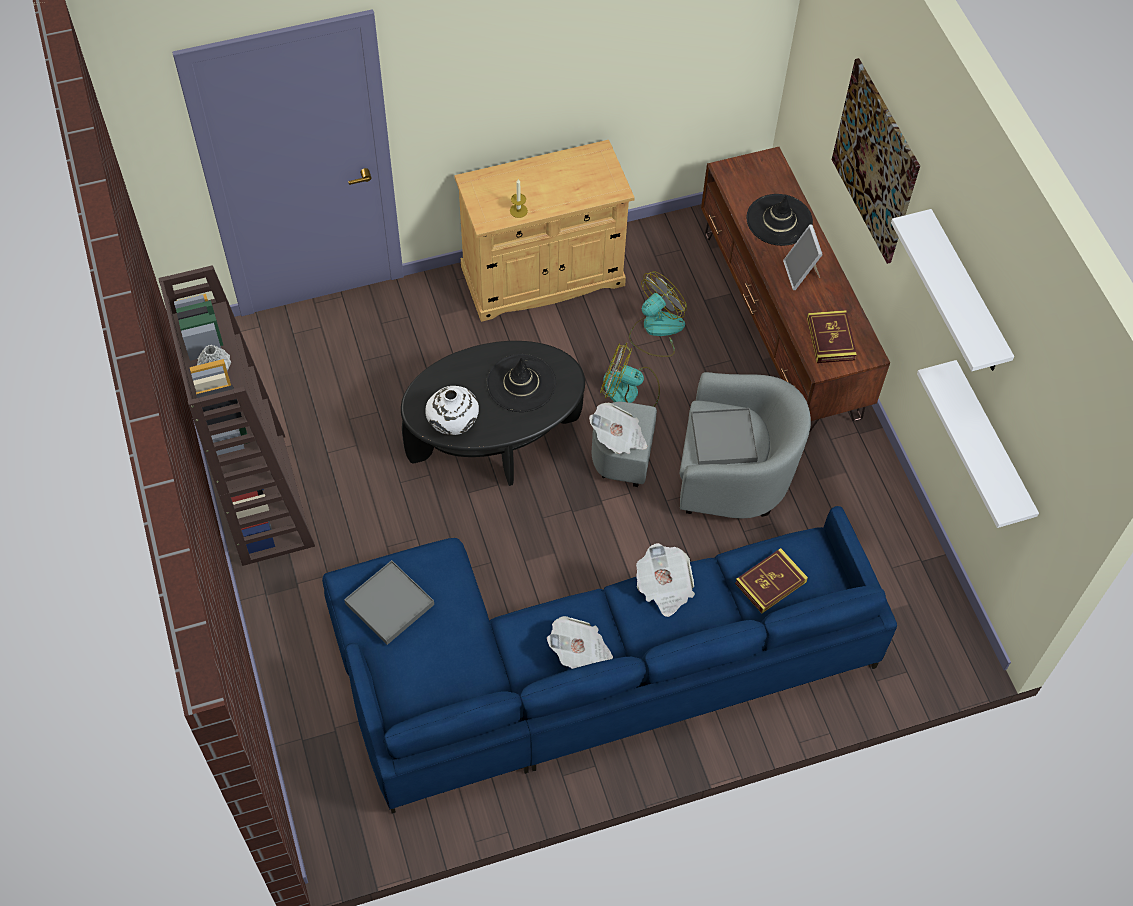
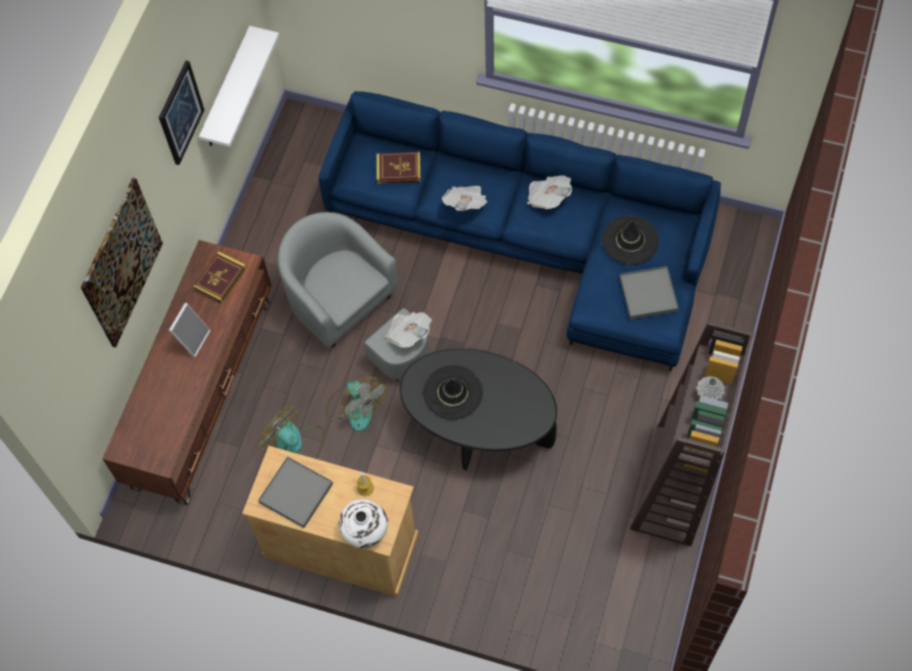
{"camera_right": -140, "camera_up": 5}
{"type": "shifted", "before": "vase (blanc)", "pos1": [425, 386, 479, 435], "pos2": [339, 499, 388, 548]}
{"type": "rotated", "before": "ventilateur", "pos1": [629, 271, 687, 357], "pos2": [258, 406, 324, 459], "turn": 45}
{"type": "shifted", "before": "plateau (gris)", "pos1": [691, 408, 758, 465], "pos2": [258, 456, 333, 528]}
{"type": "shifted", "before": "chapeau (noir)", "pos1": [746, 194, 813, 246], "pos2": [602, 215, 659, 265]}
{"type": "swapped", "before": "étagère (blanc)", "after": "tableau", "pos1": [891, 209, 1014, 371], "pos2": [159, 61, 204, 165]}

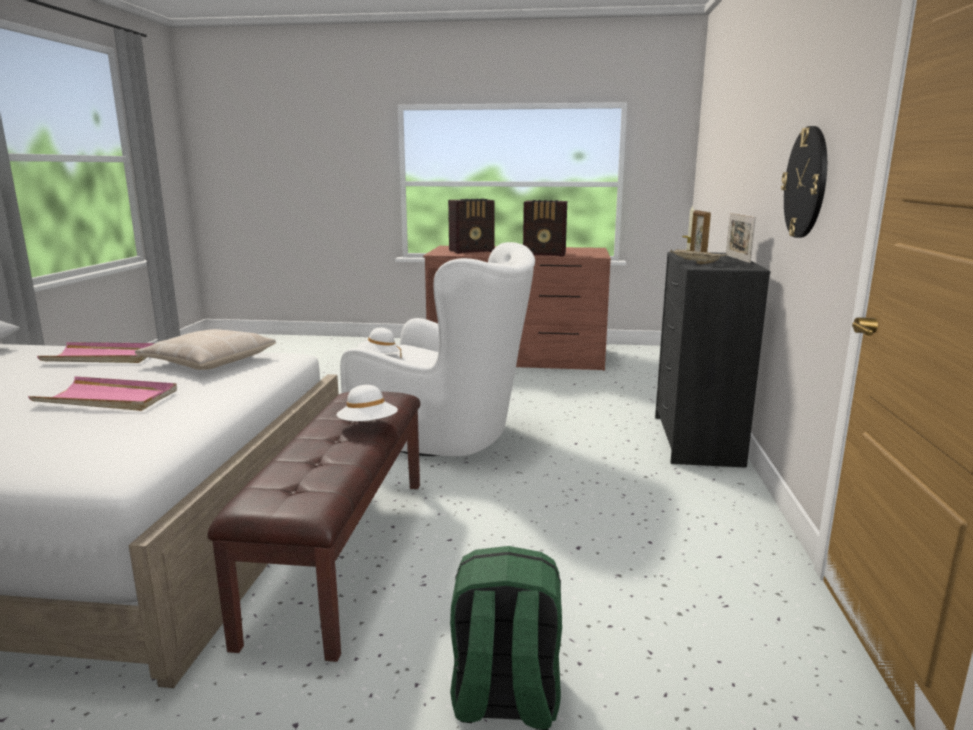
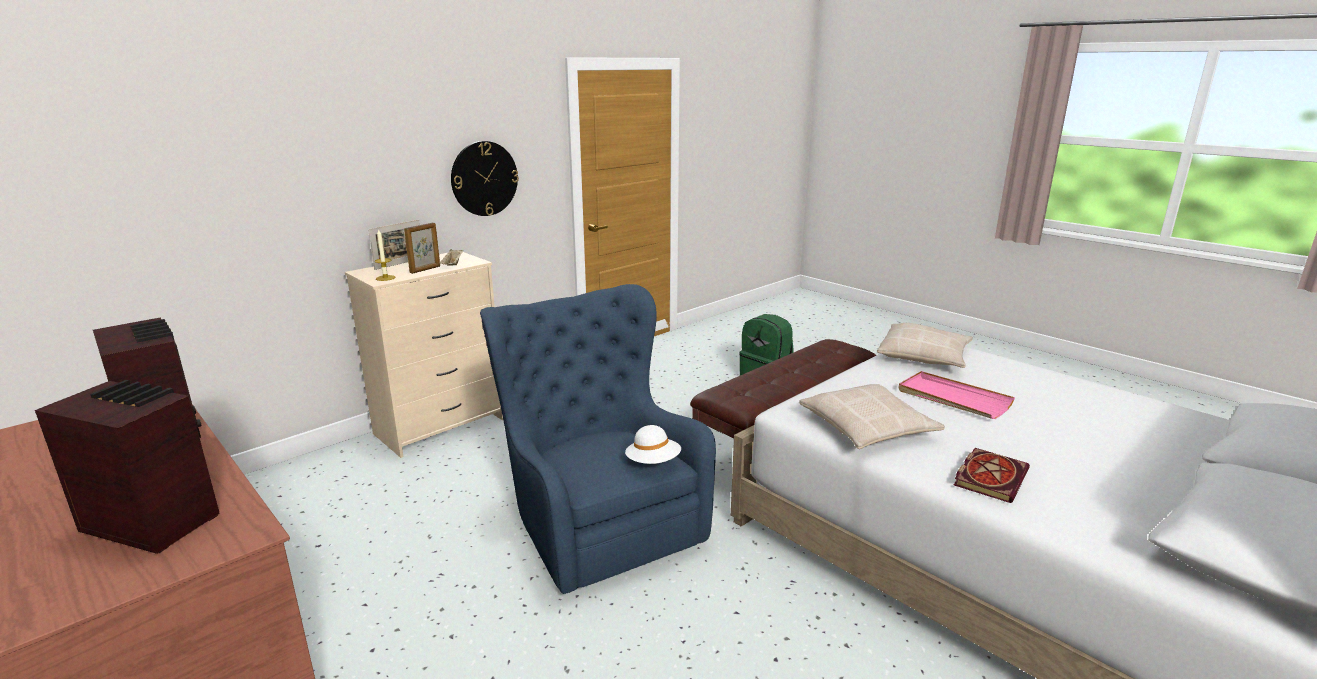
{"camera_right": -140, "camera_up": 5}
{"type": "swapped", "before": "plateau (rose)", "after": "livre", "pos1": [37, 342, 155, 363], "pos2": [954, 448, 1030, 503]}
{"type": "gone", "before": "chapeau (blanc)", "pos1": [337, 385, 398, 421]}
{"type": "repainted", "before": "fauteuil (blanc)", "after": "fauteuil (bleu)", "pos1": [340, 242, 535, 456], "pos2": [480, 284, 716, 594]}
{"type": "repainted", "before": "commode (noir)", "after": "commode (beige)", "pos1": [655, 252, 770, 468], "pos2": [345, 252, 503, 458]}
{"type": "new", "after": "coussin (beige)", "pos2": [877, 323, 973, 368]}

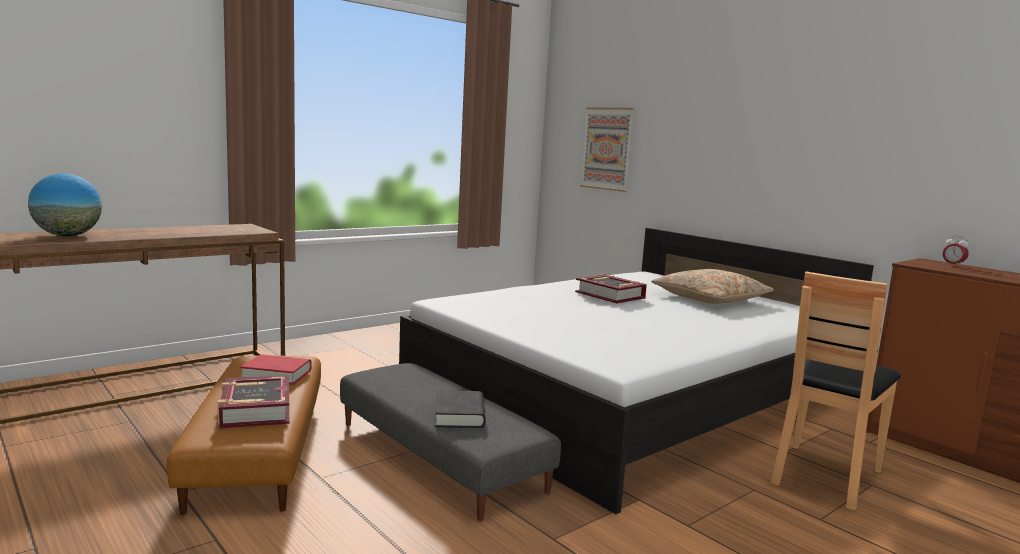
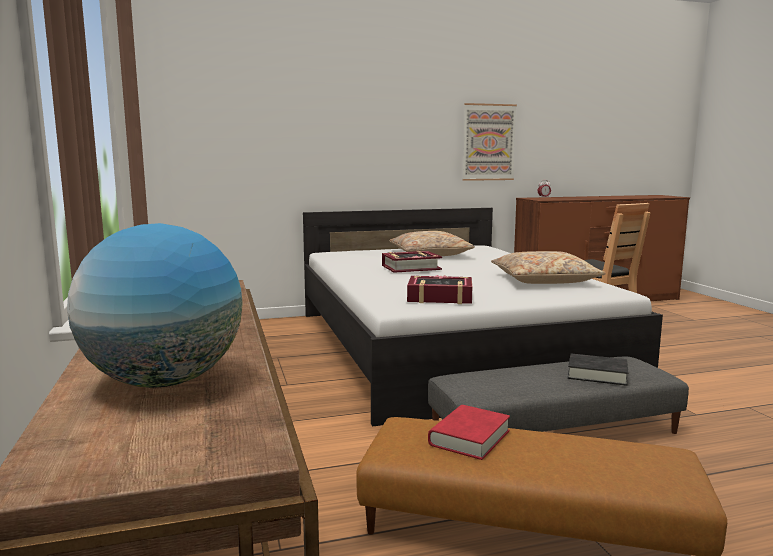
{"camera_right": -65, "camera_up": 0}
{"type": "shifted", "before": "livre", "pos1": [218, 375, 289, 429], "pos2": [407, 275, 472, 304]}
{"type": "shifted", "before": "tableau", "pos1": [580, 107, 634, 192], "pos2": [462, 103, 517, 181]}
{"type": "new", "after": "coussin (beige)", "pos2": [491, 251, 606, 284]}

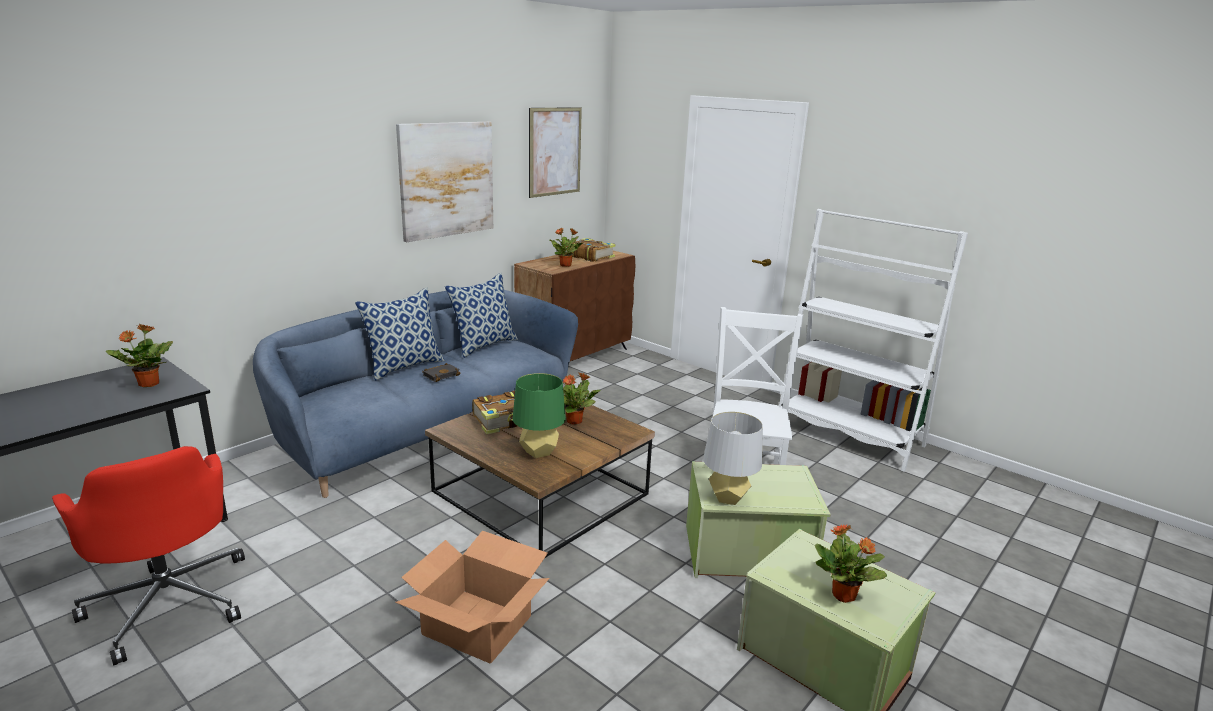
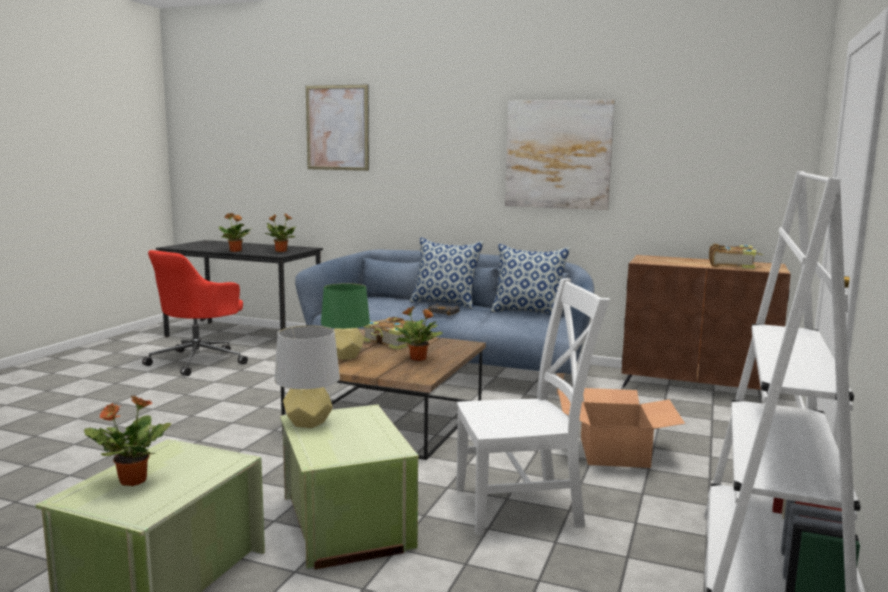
{"camera_right": 70, "camera_up": -10}
{"type": "shifted", "before": "carton", "pos1": [395, 531, 550, 664], "pos2": [558, 388, 685, 468]}
{"type": "shifted", "before": "tableau", "pos1": [529, 107, 582, 198], "pos2": [306, 84, 369, 171]}
{"type": "shifted", "before": "plante en pot", "pos1": [549, 228, 583, 267], "pos2": [219, 213, 252, 252]}

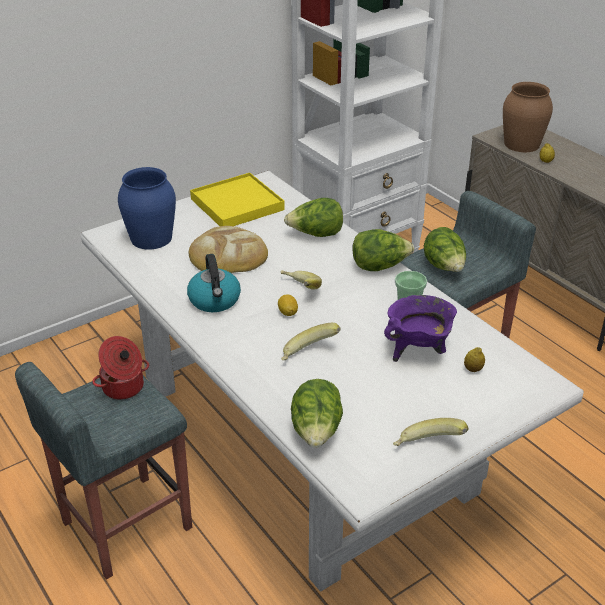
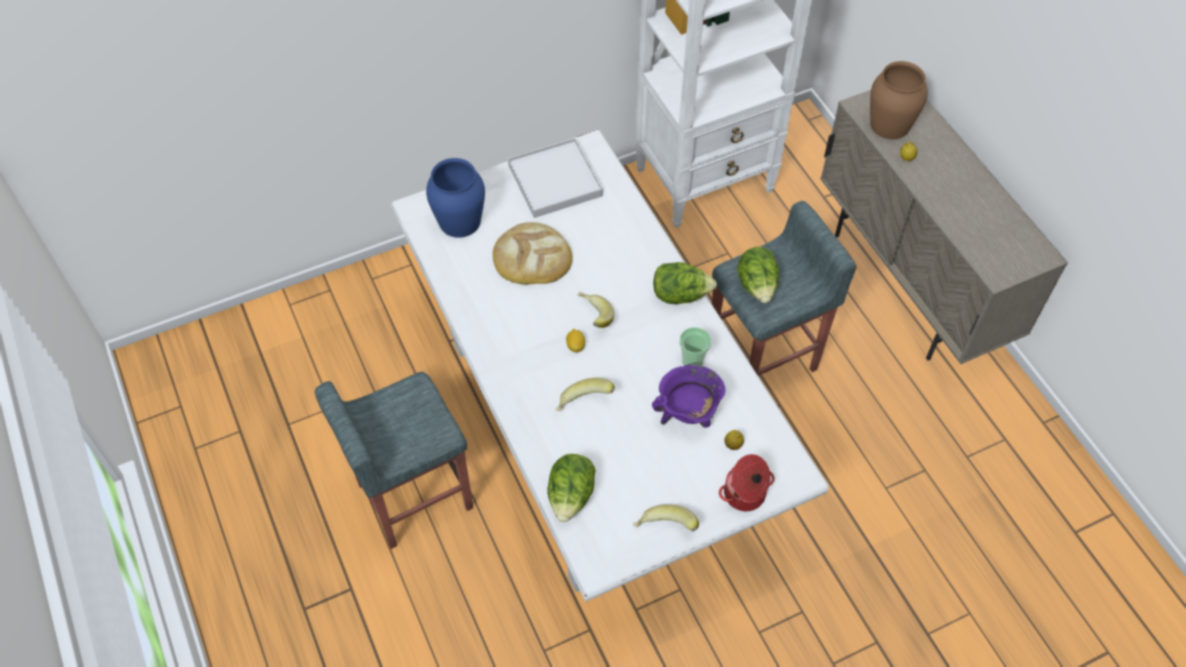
{"camera_right": 10, "camera_up": 20}
{"type": "shifted", "before": "marmite", "pos1": [92, 336, 149, 400], "pos2": [719, 454, 775, 511]}
{"type": "gone", "before": "bouilloire", "pos1": [187, 254, 241, 312]}
{"type": "repainted", "before": "plateau (jaune)", "after": "plateau (blanc)", "pos1": [190, 173, 285, 226], "pos2": [508, 138, 603, 218]}
{"type": "gone", "before": "laitue", "pos1": [284, 198, 343, 237]}

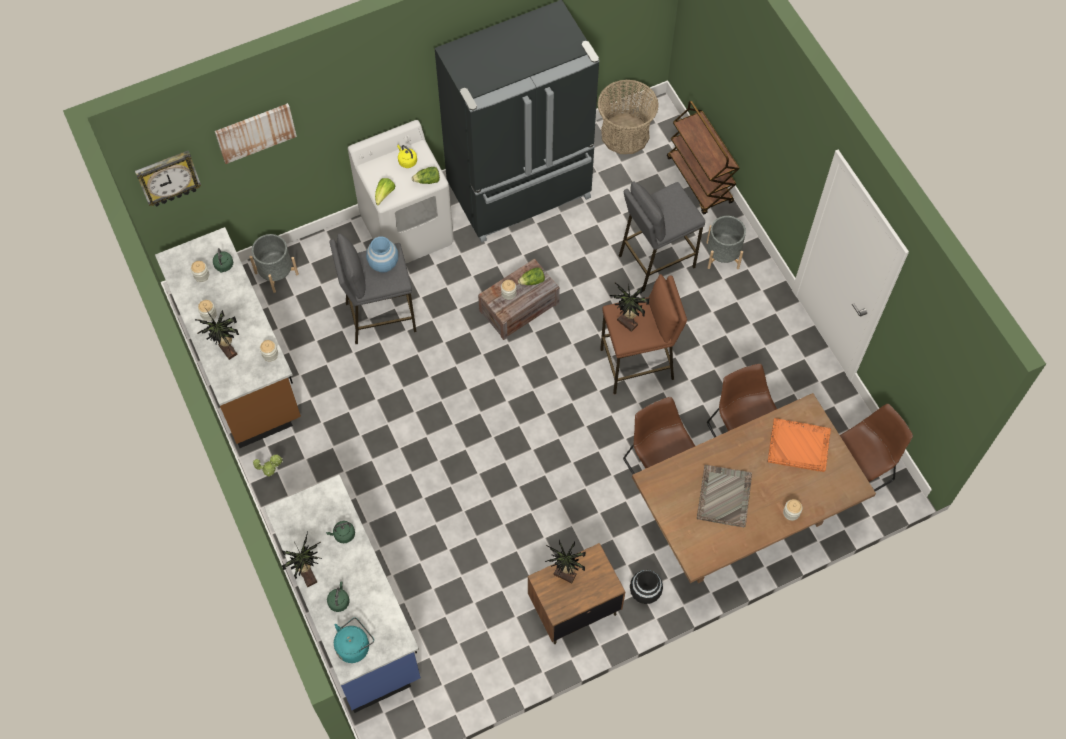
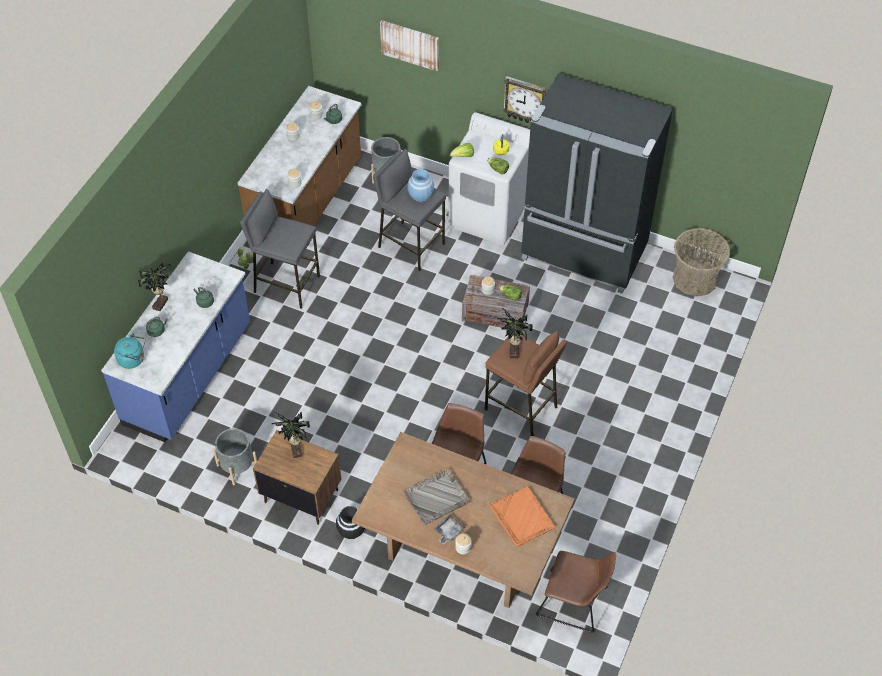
{"camera_right": 50, "camera_up": -10}
{"type": "shifted", "before": "horloge murale", "pos1": [135, 151, 201, 207], "pos2": [503, 76, 549, 123]}
{"type": "gone", "before": "plante en pot", "pos1": [195, 308, 239, 360]}
{"type": "shifted", "before": "tabouret (gris)", "pos1": [619, 182, 705, 292], "pos2": [240, 189, 320, 309]}
{"type": "gone", "before": "chariot (marron)", "pos1": [667, 101, 740, 215]}
{"type": "shifted", "before": "cache-pot (gris)", "pos1": [706, 216, 746, 269], "pos2": [213, 428, 257, 485]}
{"type": "new", "after": "plateau (gris)", "pos2": [434, 515, 465, 545]}

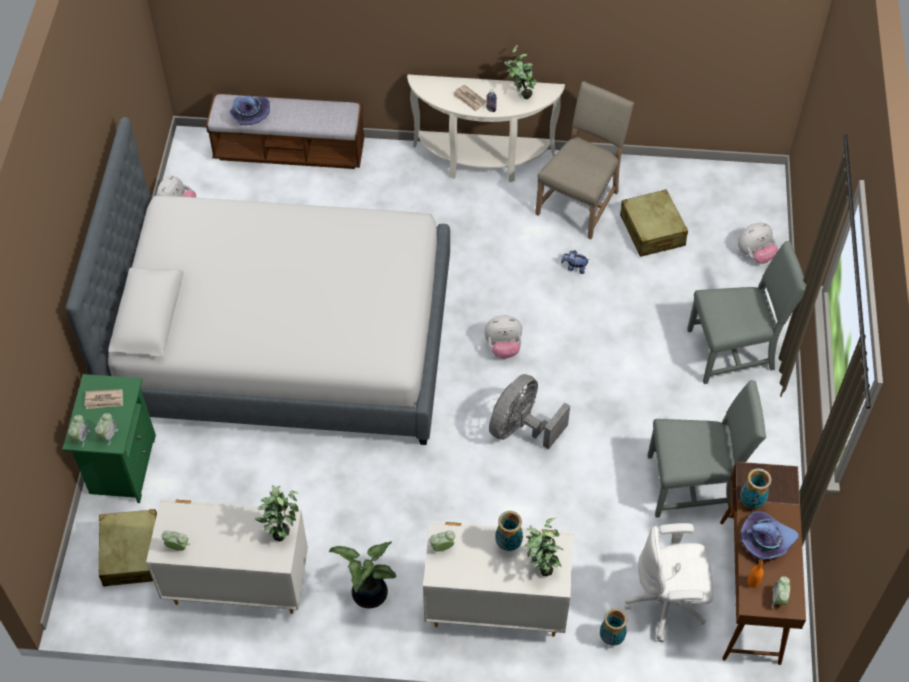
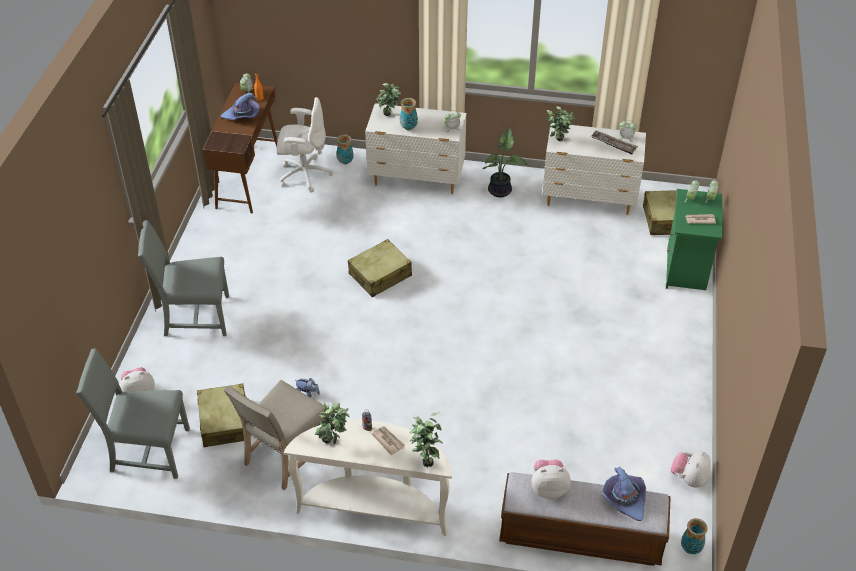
{"camera_right": -175, "camera_up": -10}
{"type": "gone", "before": "lit", "pos1": [66, 117, 450, 445]}
{"type": "shifted", "before": "peluche", "pos1": [484, 315, 522, 358], "pos2": [531, 459, 571, 499]}
{"type": "swapped", "before": "ventilateur (gris)", "after": "valise (beige)", "pos1": [489, 374, 570, 450], "pos2": [348, 239, 412, 297]}
{"type": "shifted", "before": "chaise (gris)", "pos1": [648, 380, 766, 517], "pos2": [76, 348, 190, 479]}
{"type": "shifted", "before": "vase", "pos1": [740, 468, 772, 509], "pos2": [681, 518, 708, 554]}
{"type": "new", "after": "plante en pot", "pos2": [409, 412, 443, 467]}
{"type": "new", "after": "plateau", "pos2": [591, 131, 638, 155]}

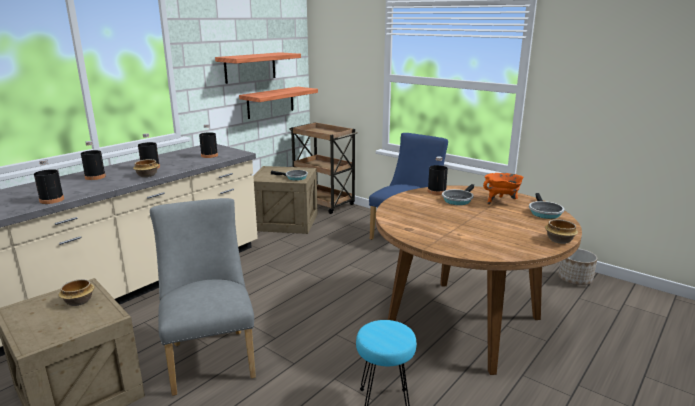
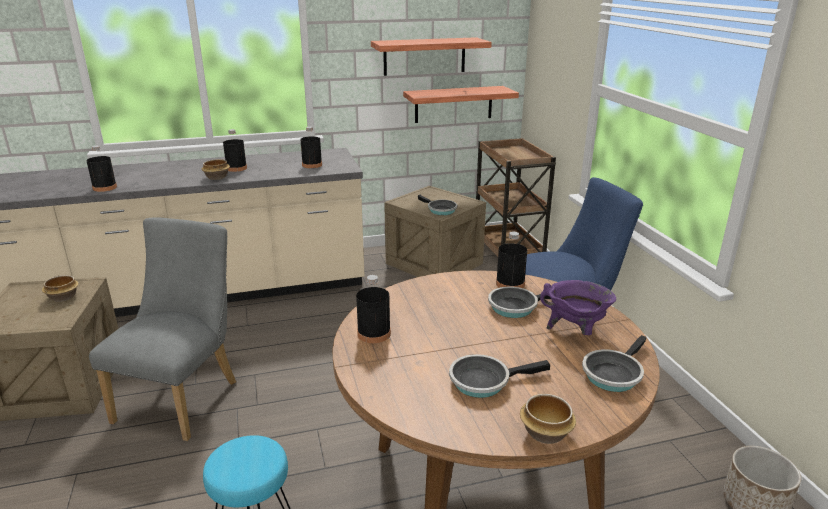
{"camera_right": 35, "camera_up": 5}
{"type": "shifted", "before": "bouteille (noir)", "pos1": [81, 141, 106, 180], "pos2": [356, 275, 391, 343]}
{"type": "repainted", "before": "marmite (orange)", "after": "marmite (violet)", "pos1": [483, 173, 524, 205], "pos2": [540, 280, 616, 335]}
{"type": "new", "after": "poêle", "pos2": [449, 354, 550, 398]}

